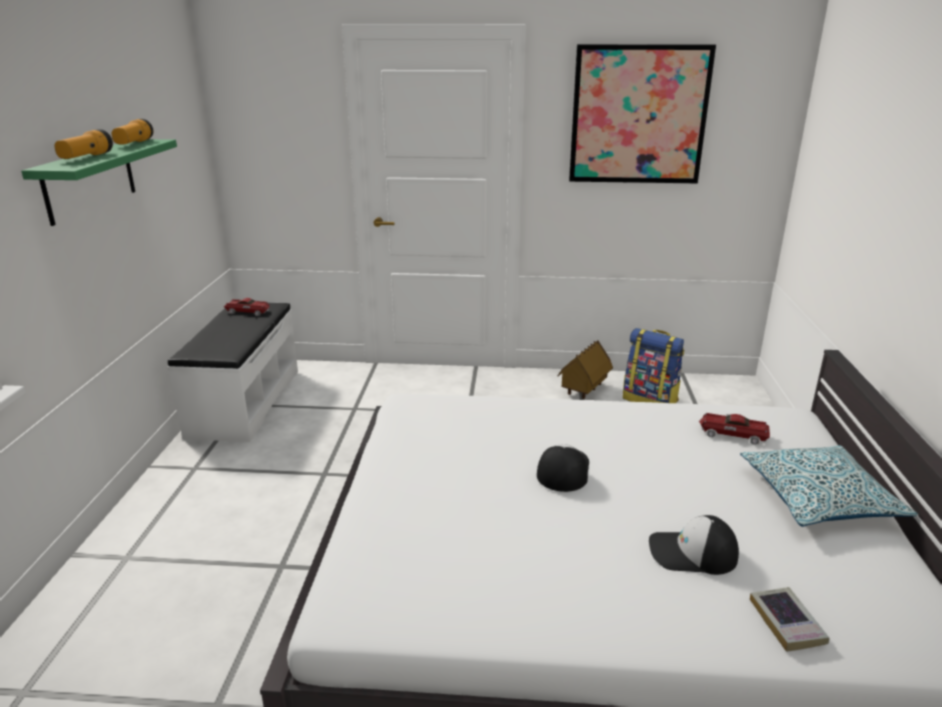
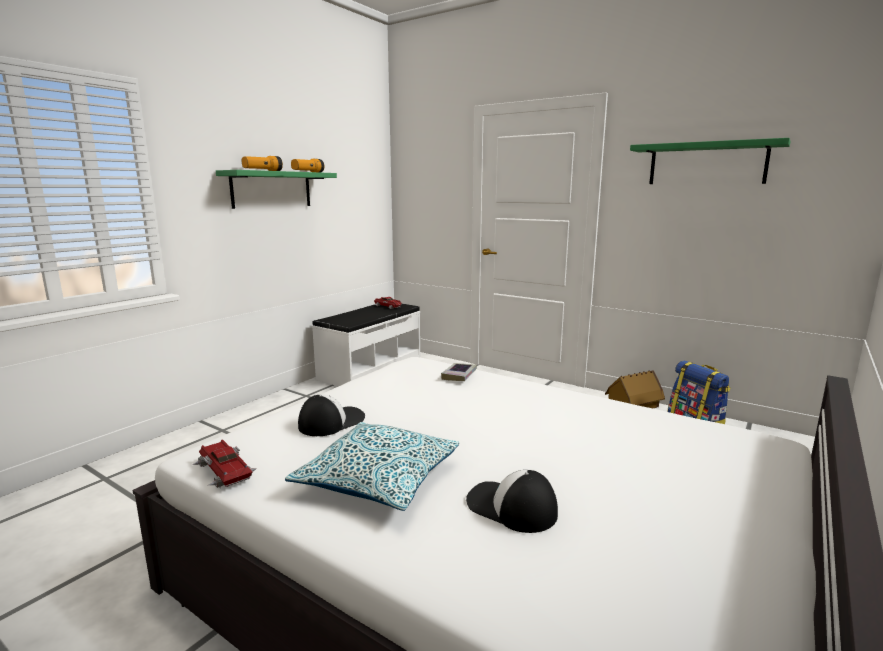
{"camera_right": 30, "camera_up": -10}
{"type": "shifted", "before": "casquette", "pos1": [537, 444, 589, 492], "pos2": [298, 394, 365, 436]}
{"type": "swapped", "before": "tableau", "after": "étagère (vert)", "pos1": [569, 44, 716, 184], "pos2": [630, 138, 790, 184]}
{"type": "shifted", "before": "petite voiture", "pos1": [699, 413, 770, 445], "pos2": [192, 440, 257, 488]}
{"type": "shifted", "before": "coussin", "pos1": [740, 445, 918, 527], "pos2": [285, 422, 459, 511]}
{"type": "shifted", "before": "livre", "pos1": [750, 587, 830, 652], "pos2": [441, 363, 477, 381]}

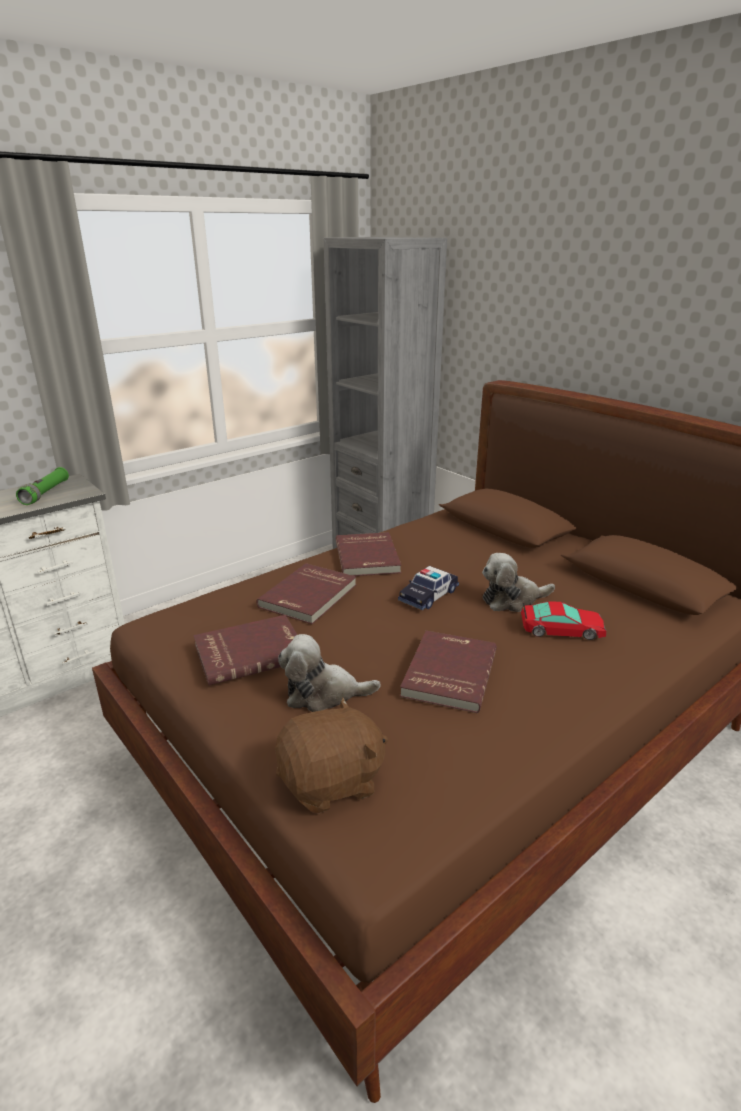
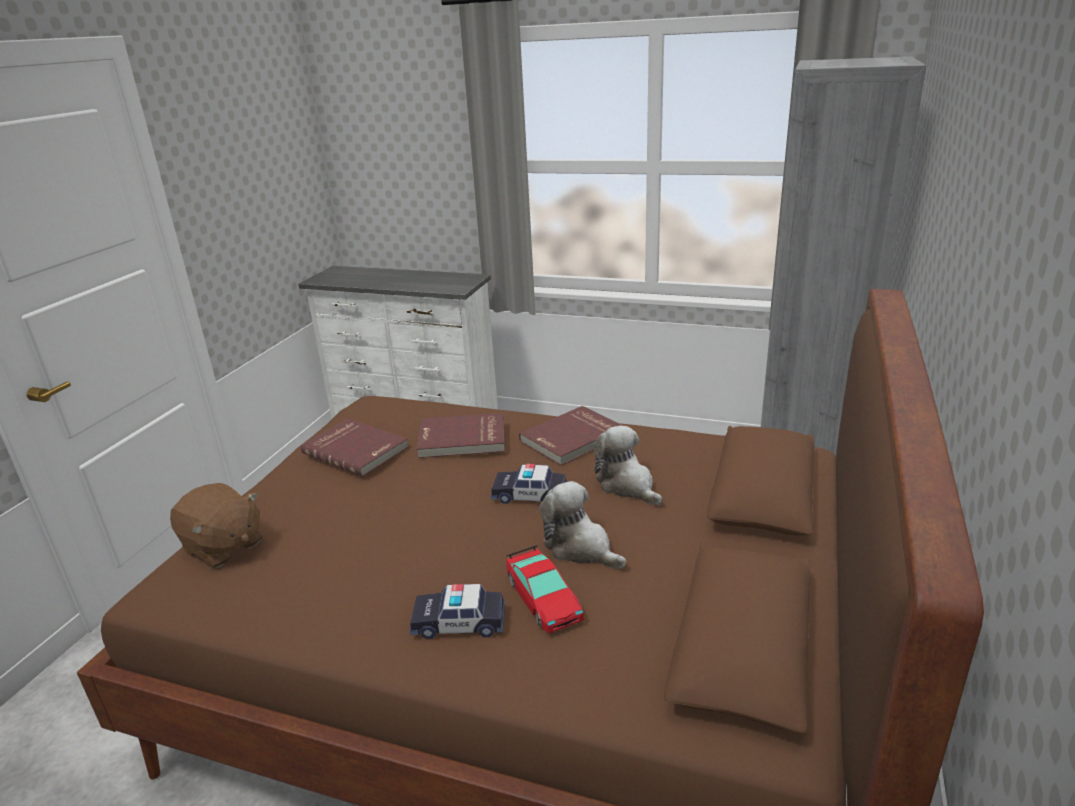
{"camera_right": 60, "camera_up": 0}
{"type": "gone", "before": "lampe de poche (vert)", "pos1": [16, 467, 69, 505]}
{"type": "shifted", "before": "peluche", "pos1": [278, 634, 381, 712], "pos2": [594, 426, 662, 505]}
{"type": "gone", "before": "livre (rouge)", "pos1": [400, 631, 497, 713]}
{"type": "new", "after": "petite voiture", "pos2": [409, 584, 505, 639]}

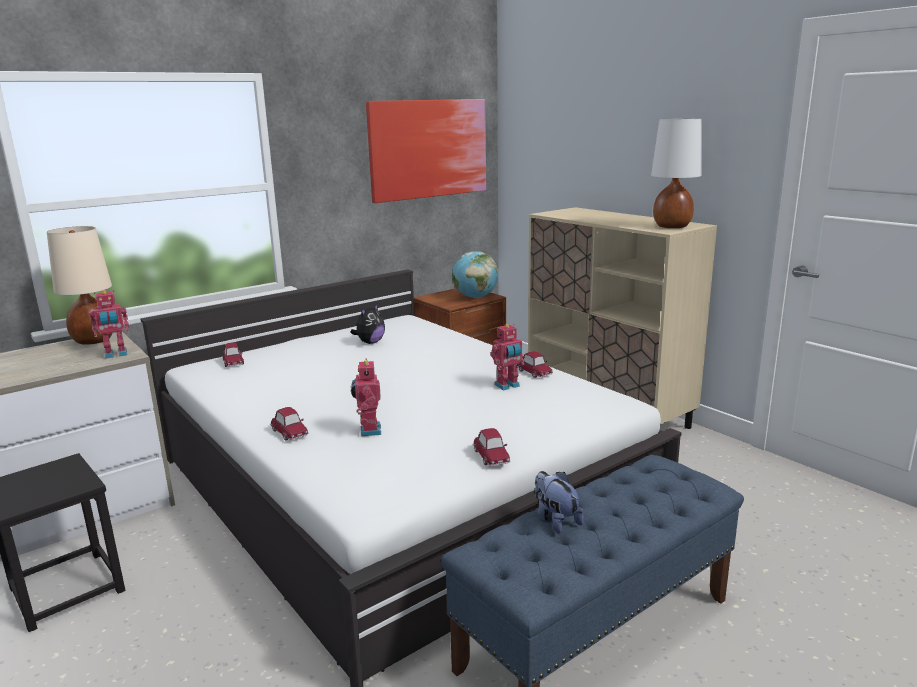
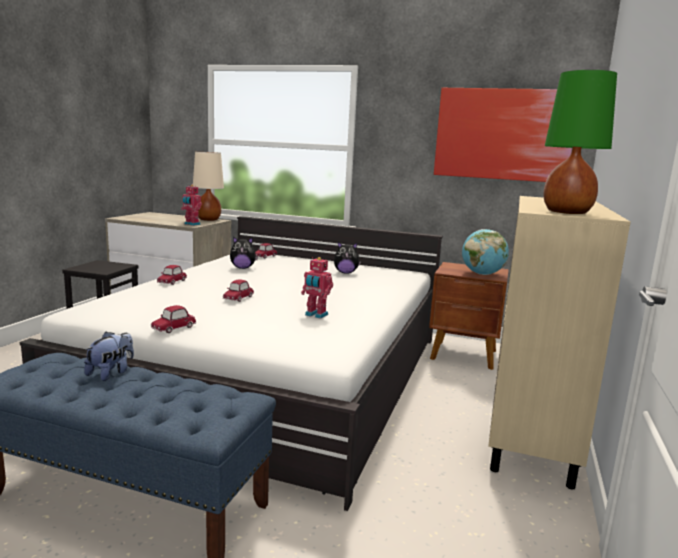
{"camera_right": 55, "camera_up": -5}
{"type": "gone", "before": "robot jouet", "pos1": [351, 358, 381, 436]}
{"type": "shifted", "before": "petite voiture", "pos1": [517, 351, 553, 378], "pos2": [223, 279, 254, 302]}
{"type": "repainted", "before": "lampe de table (blanc)", "after": "lampe de table (vert)", "pos1": [651, 118, 701, 228], "pos2": [543, 70, 617, 214]}
{"type": "new", "after": "peluche", "pos2": [230, 237, 258, 269]}

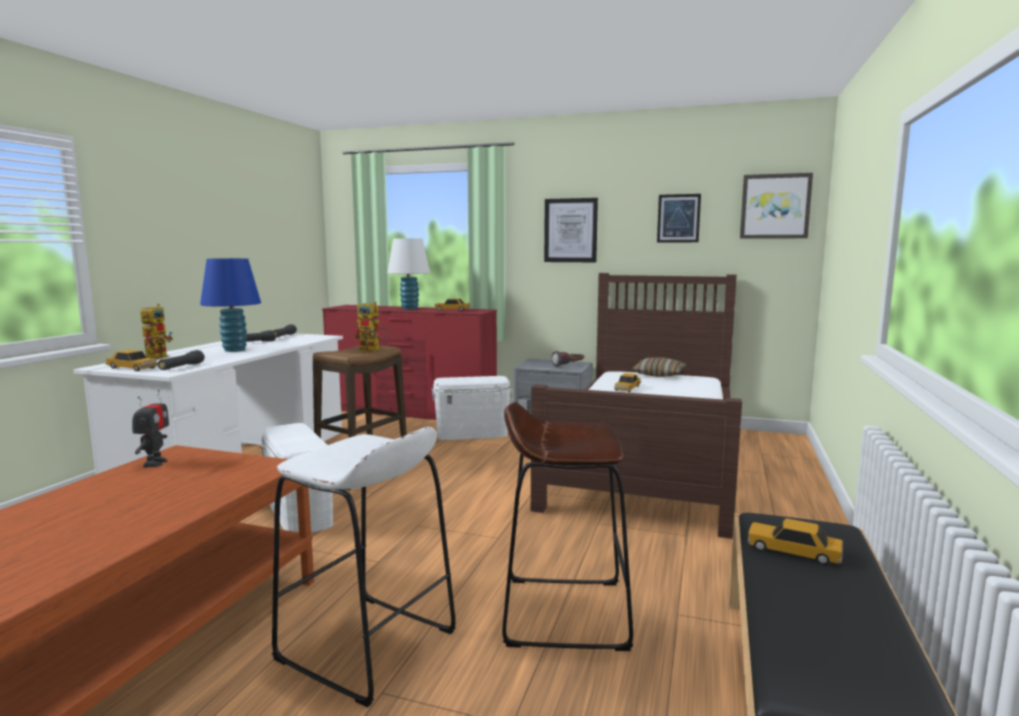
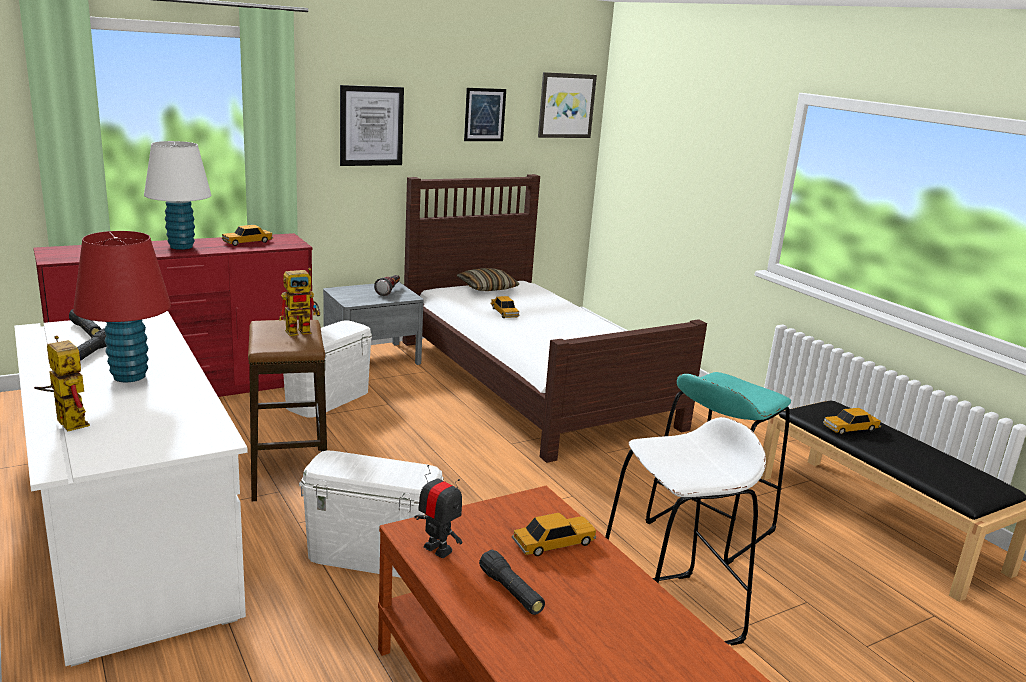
{"camera_right": -50, "camera_up": 10}
{"type": "shifted", "before": "petite voiture", "pos1": [105, 350, 158, 371], "pos2": [512, 513, 596, 556]}
{"type": "shifted", "before": "lampe de poche (noir)", "pos1": [158, 350, 205, 370], "pos2": [479, 550, 545, 615]}
{"type": "repainted", "before": "lampe de table (bleu)", "after": "lampe de table (rouge)", "pos1": [200, 258, 261, 352], "pos2": [73, 231, 171, 382]}
{"type": "repainted", "before": "tabouret (marron)", "after": "tabouret (turquoise)", "pos1": [502, 402, 633, 651], "pos2": [645, 372, 791, 565]}

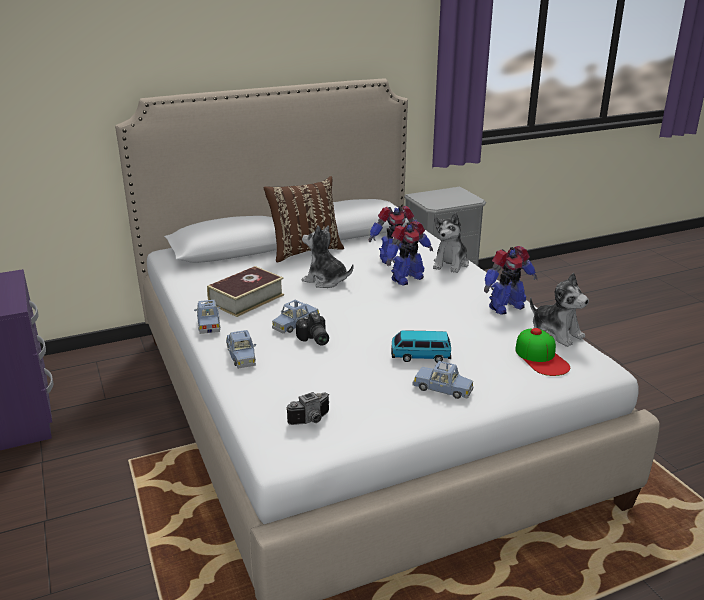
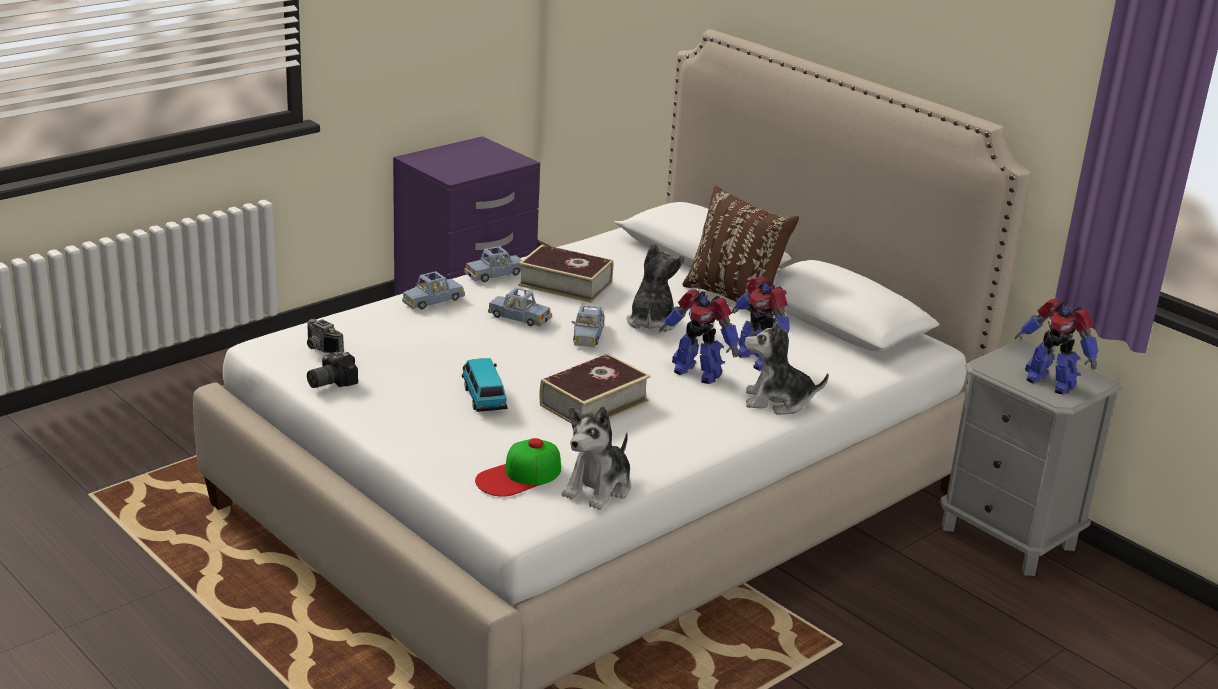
{"camera_right": 70, "camera_up": 0}
{"type": "shifted", "before": "appareil photo", "pos1": [296, 312, 329, 346], "pos2": [307, 351, 358, 388]}
{"type": "shifted", "before": "petite voiture (bleu)", "pos1": [413, 361, 473, 399], "pos2": [571, 305, 605, 347]}
{"type": "shifted", "before": "robot jouet", "pos1": [484, 246, 537, 315], "pos2": [1015, 299, 1099, 395]}
{"type": "new", "after": "livre", "pos2": [539, 354, 650, 423]}

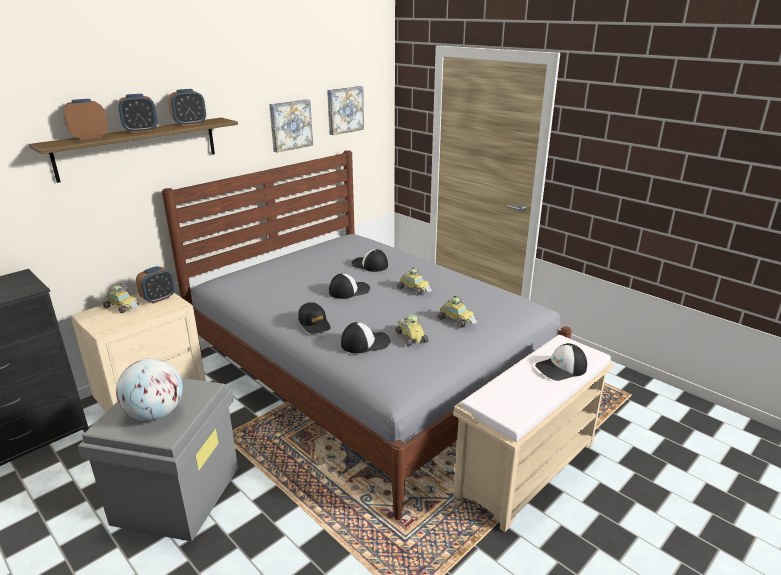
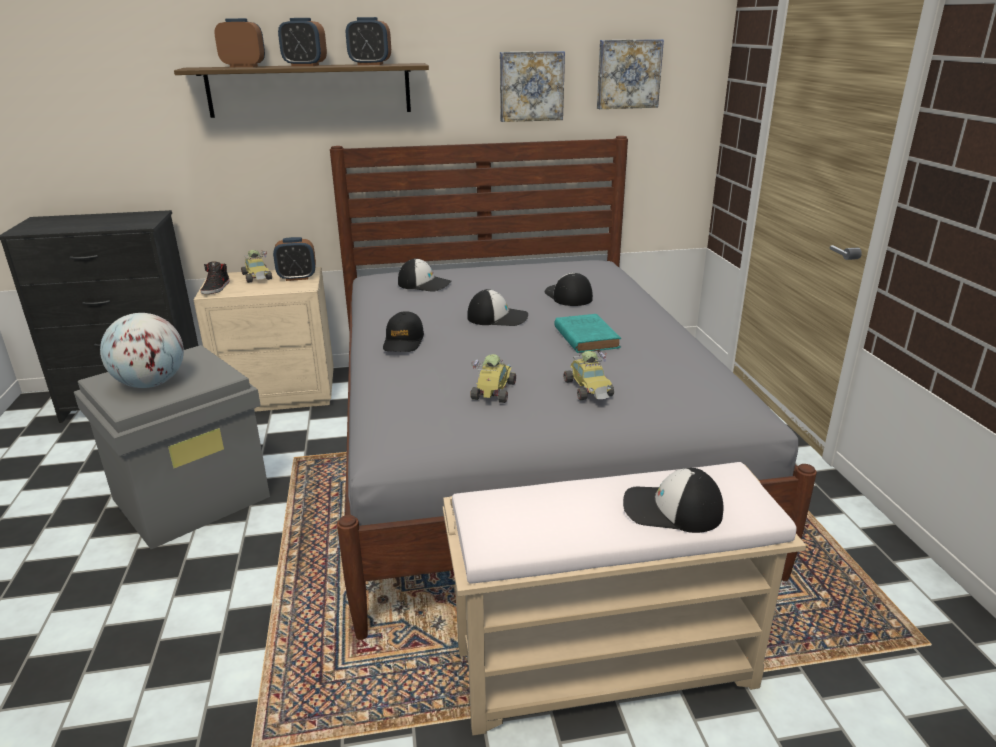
{"camera_right": 35, "camera_up": 0}
{"type": "shifted", "before": "casquette", "pos1": [341, 322, 390, 353], "pos2": [398, 258, 452, 291]}
{"type": "swapped", "before": "petite voiture", "after": "livre (turquoise)", "pos1": [397, 268, 432, 296], "pos2": [554, 314, 621, 353]}
{"type": "new", "after": "chaussure (noir)", "pos2": [201, 261, 229, 294]}

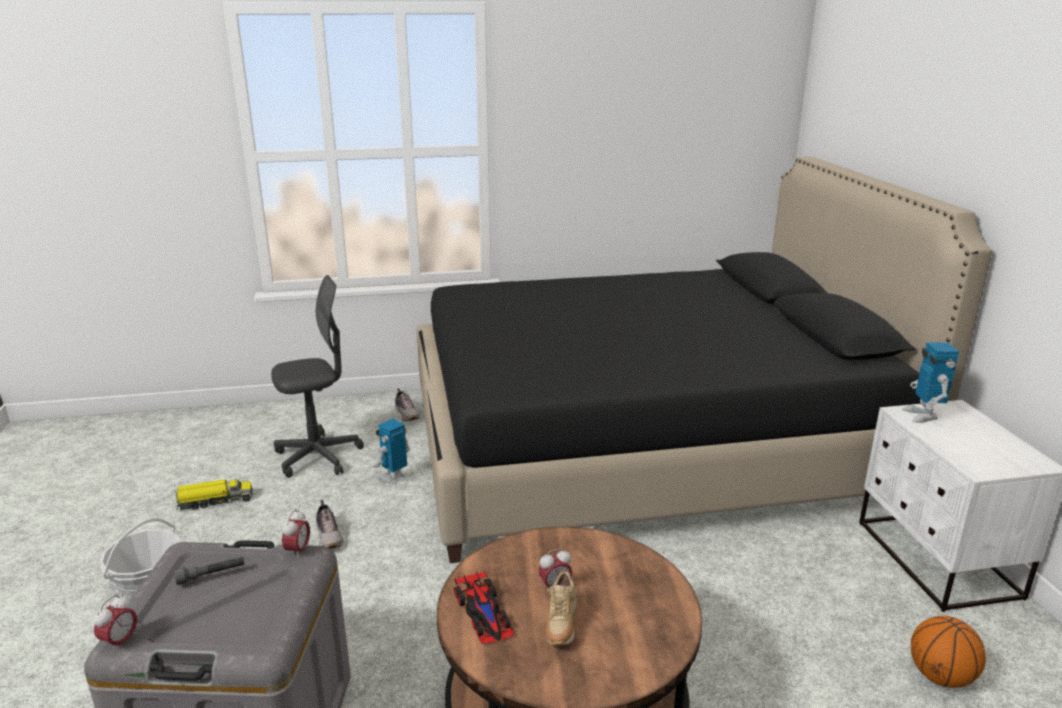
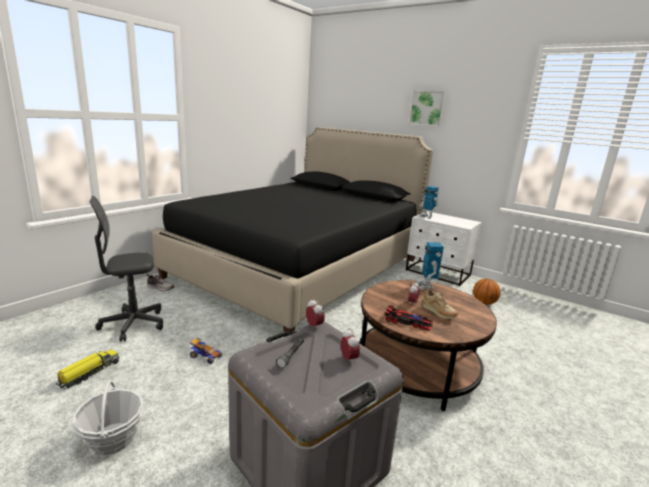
{"camera_right": -45, "camera_up": -5}
{"type": "shifted", "before": "réveil", "pos1": [93, 594, 137, 653], "pos2": [341, 328, 360, 364]}
{"type": "rotated", "before": "chaise de bureau (gris)", "pos1": [271, 275, 364, 478], "pos2": [89, 196, 163, 341], "turn": -135}
{"type": "swapped", "before": "chaussure", "after": "petite voiture", "pos1": [316, 500, 344, 549], "pos2": [190, 337, 222, 364]}
{"type": "shifted", "before": "robot jouet", "pos1": [373, 419, 411, 484], "pos2": [417, 242, 444, 290]}
{"type": "new", "after": "tableau", "pos2": [409, 90, 446, 127]}

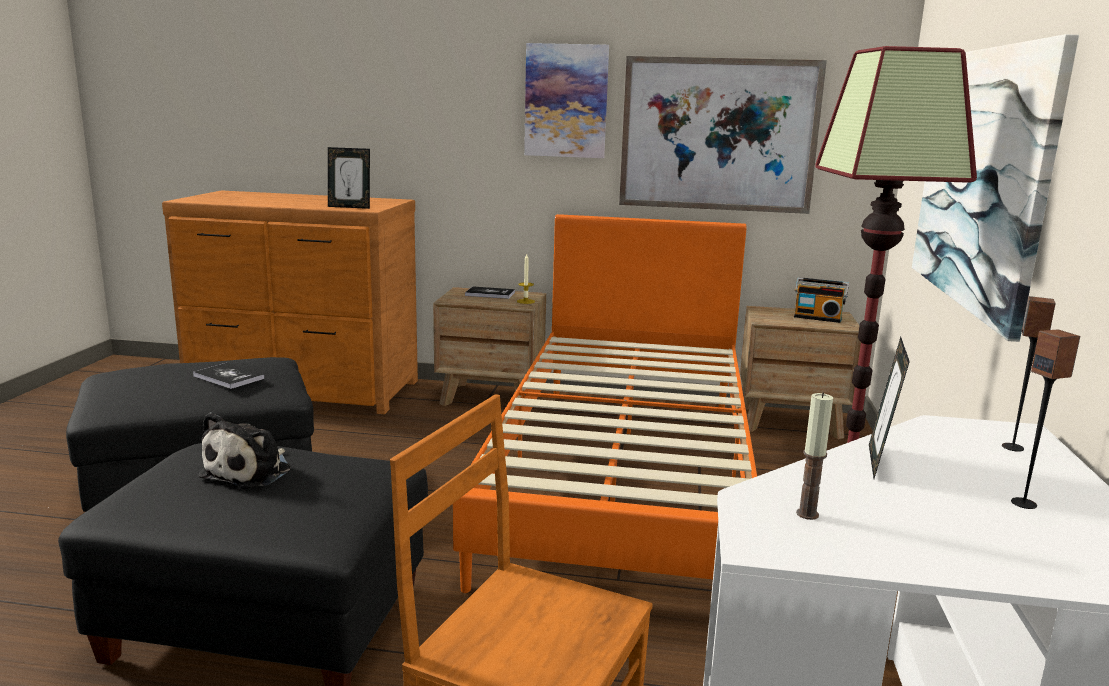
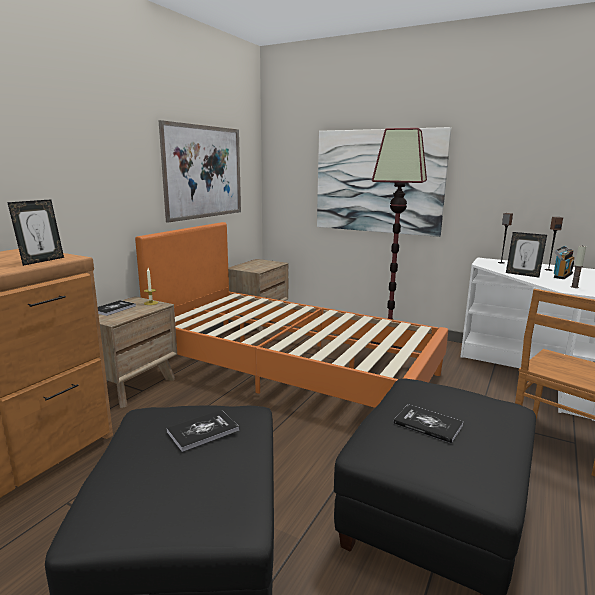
{"camera_right": -70, "camera_up": 0}
{"type": "swapped", "before": "peluche", "after": "livre", "pos1": [198, 412, 291, 488], "pos2": [393, 404, 464, 443]}
{"type": "gone", "before": "tableau", "pos1": [524, 43, 609, 158]}
{"type": "shifted", "before": "radio", "pos1": [794, 277, 849, 323], "pos2": [554, 246, 575, 279]}

